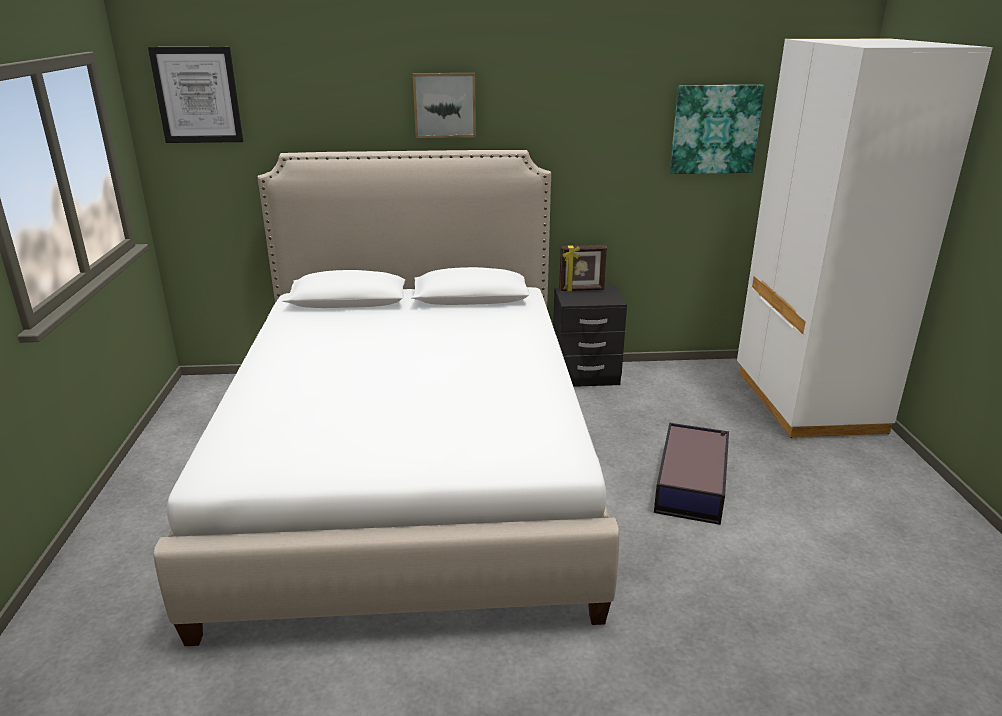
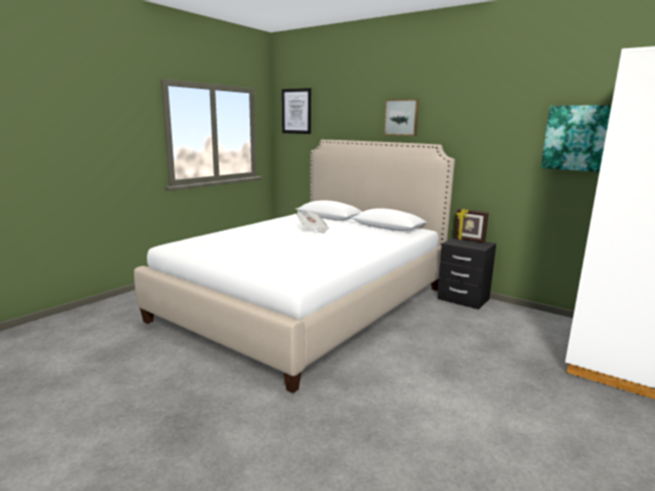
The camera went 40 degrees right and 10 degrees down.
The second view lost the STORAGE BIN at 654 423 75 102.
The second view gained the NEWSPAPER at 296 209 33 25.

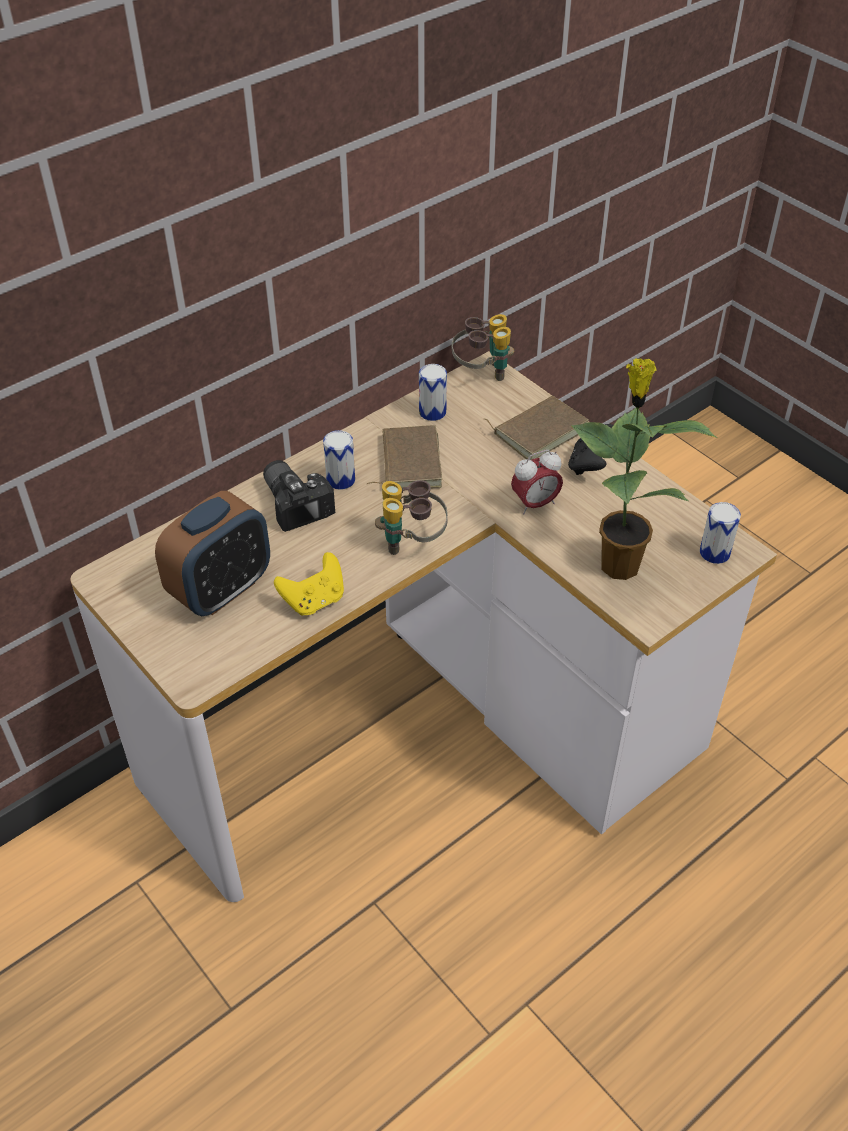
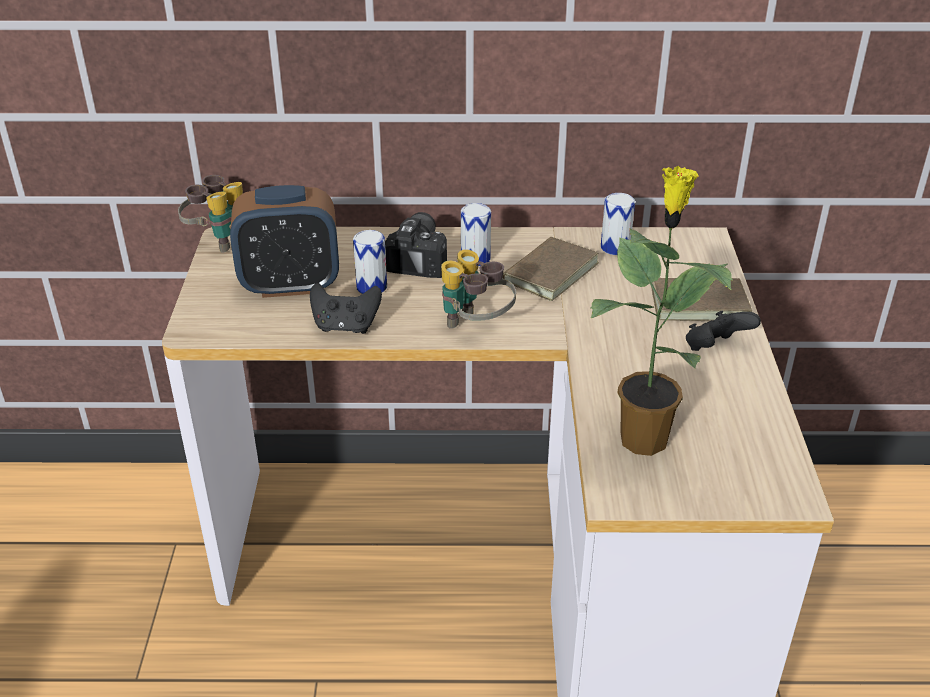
The camera went 40 degrees right and 10 degrees down.
The second view lost the TABLE CLOCK at 511 450 52 64.
The FIELD GLASSES ended up elsewhere, having gone from 452 314 62 67 to 178 175 65 78.
The METAL CAN ended up elsewhere, having gone from 700 502 41 62 to 353 230 34 64.
What was the YELLOW-COLOURED JOYPAD at 274 552 70 64 turned into the BLACKISH JOYPAD at 310 283 72 51.

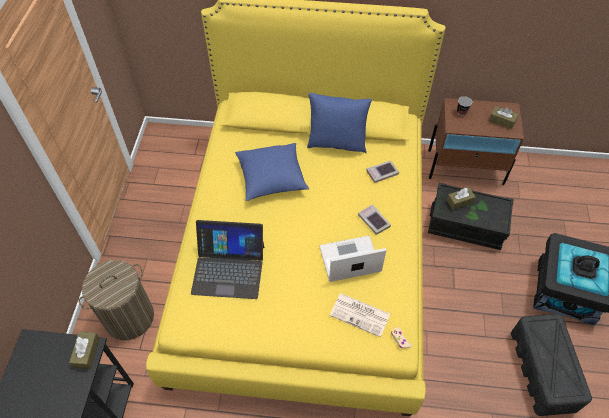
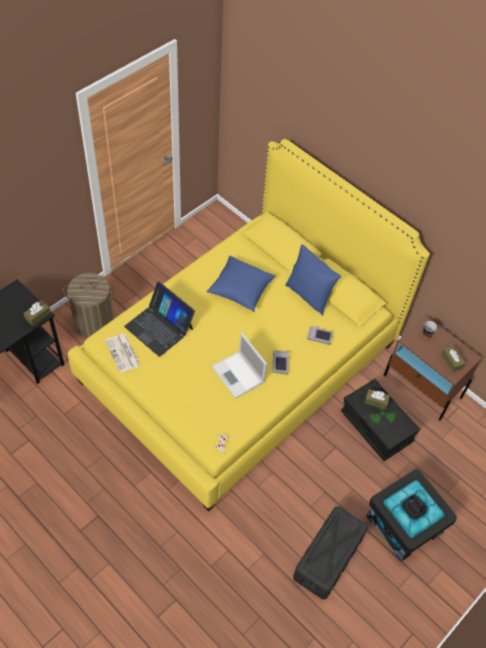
The camera went 35 degrees right and 0 degrees up.
The NEWSPAPER ended up elsewhere, having gone from 330 293 60 44 to 105 334 36 39.
The NOTEBOOK COMPUTER at 319 236 67 46 ended up facing another way, 150 degrees counterclockwise from before.

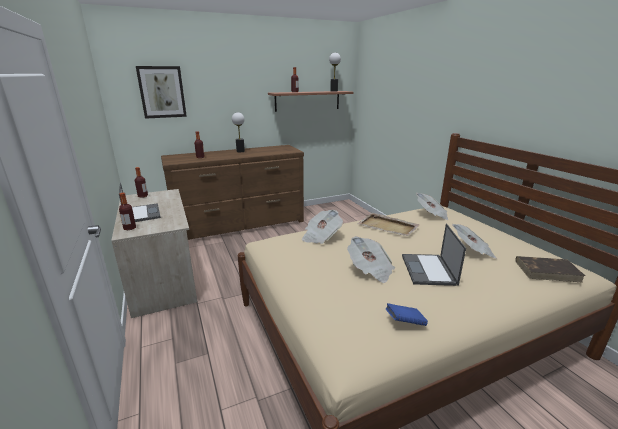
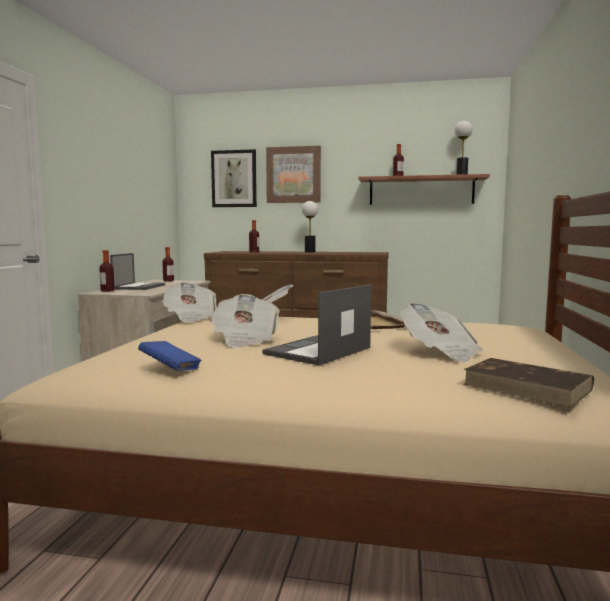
The camera went 35 degrees right and 15 degrees down.
The second view gained the WALL PICTURE at 266 146 55 57.
The NEWSPAPER ended up elsewhere, having gone from 416 193 32 27 to 162 282 55 40.

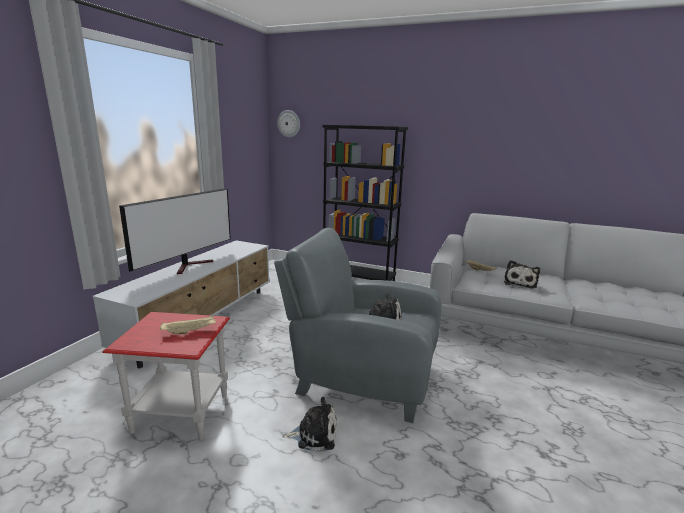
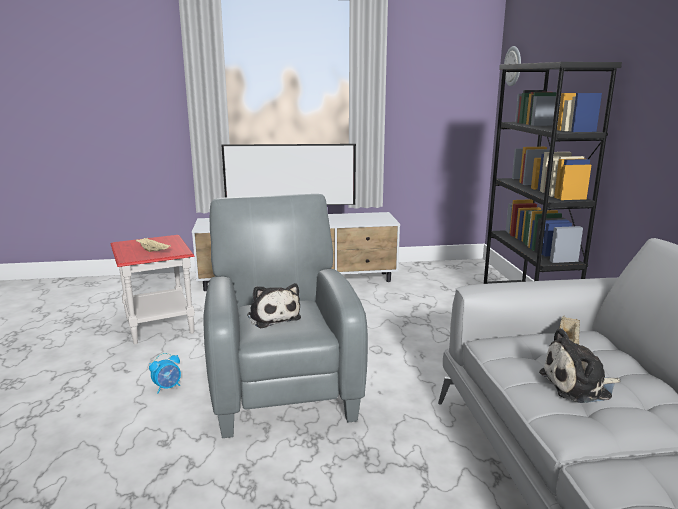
The camera went 60 degrees right and 0 degrees up.
Where the PLUSH TOY stood at 282 397 55 55, the TABLE CLOCK came to stand at 149 353 32 40.

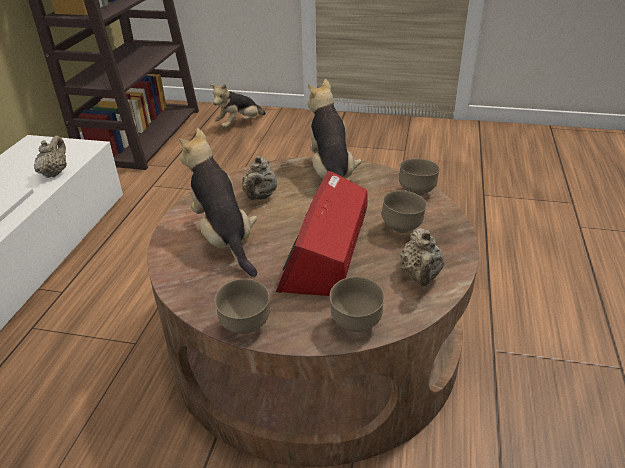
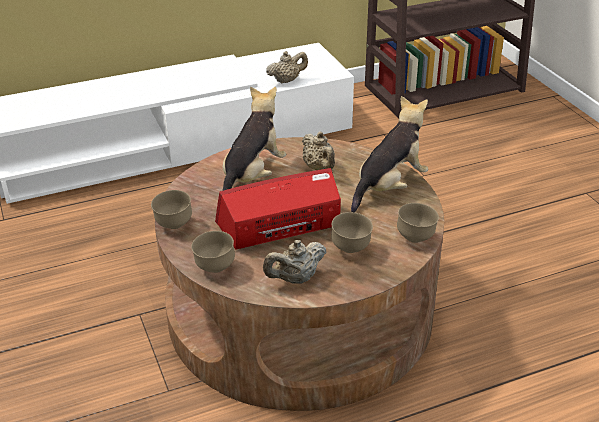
The camera went 55 degrees right and 0 degrees up.
The second view lost the PLUSH TOY at 210 84 56 44.
The SAND-COLOURED TEA POT at 242 156 35 44 ended up facing another way, 90 degrees counterclockwise from before.

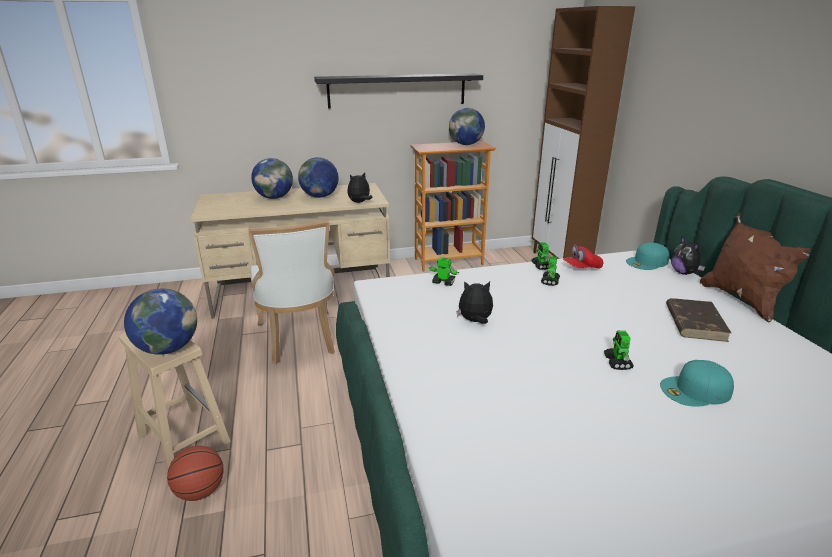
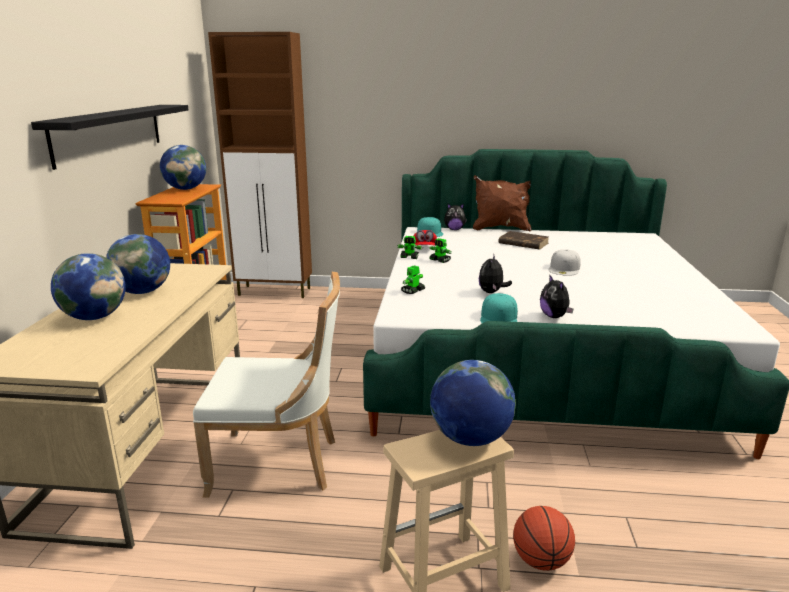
The camera went 70 degrees left and 5 degrees down.
The PLUSH TOY ended up elsewhere, having gone from 347 172 26 31 to 540 274 33 44.
The TURQUOISE CAP ended up elsewhere, having gone from 660 360 74 47 to 480 293 38 30.
Where the TOY ROBOT stood at 604 331 30 39, the WHITISH CAP came to stand at 549 249 32 27.

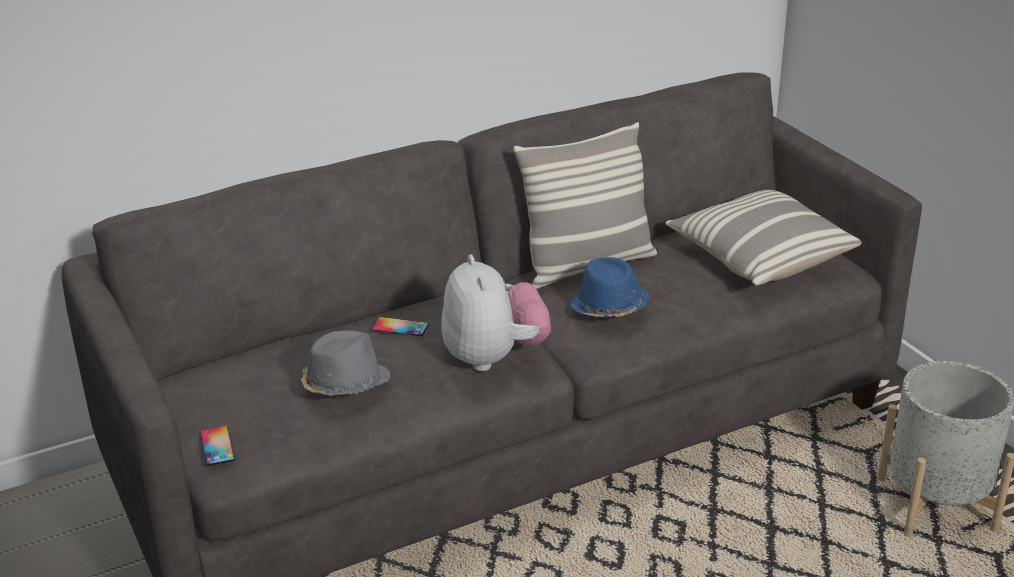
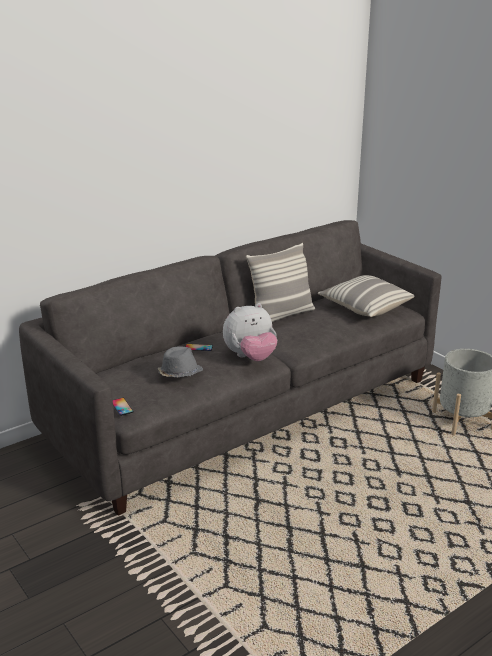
The camera went 10 degrees left and 5 degrees down.
The second view lost the BLUISH WEARABLE HAT at 570 257 79 60.
The PLUSH TOY at 441 254 110 117 ended up facing another way, 90 degrees clockwise from before.

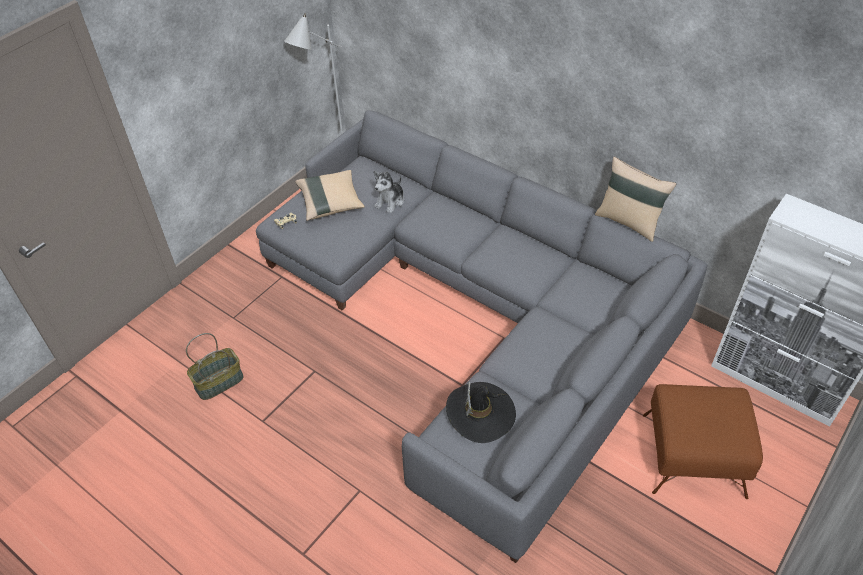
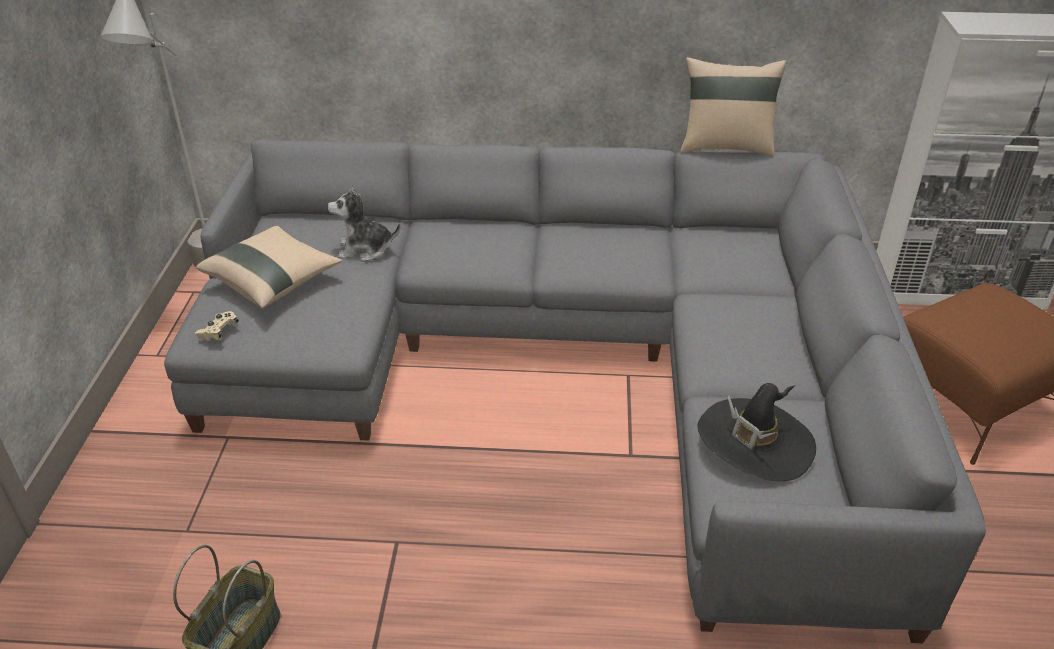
The camera went 35 degrees left and 10 degrees down.
The PLUSH TOY at 374 171 30 42 ended up facing another way, 90 degrees clockwise from before.

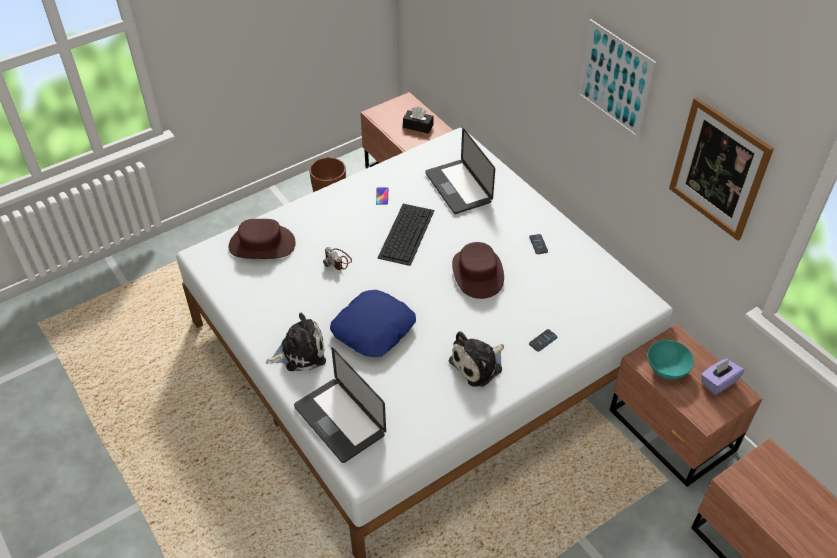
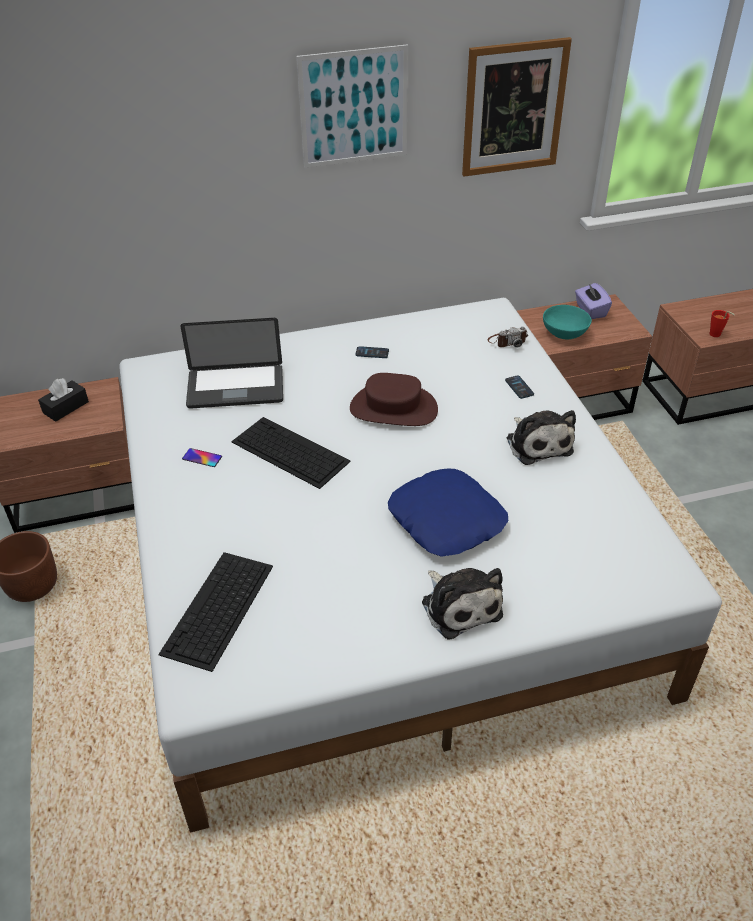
The camera went 70 degrees left and 5 degrees down.
The second view lost the NOTEBOOK COMPUTER at 294 347 92 116.
The second view gained the RED-COLOURED DRINKING CUP at 710 310 25 27.
The STILL CAMERA ended up elsewhere, having gone from 323 247 29 23 to 487 326 41 22.
Where the BROWN-COLOURED WEARABLE HAT stood at 229 219 67 40, the KEYBOARD came to stand at 158 552 115 120.
The PLUSH TOY at 265 313 61 58 ended up facing another way, 150 degrees clockwise from before.

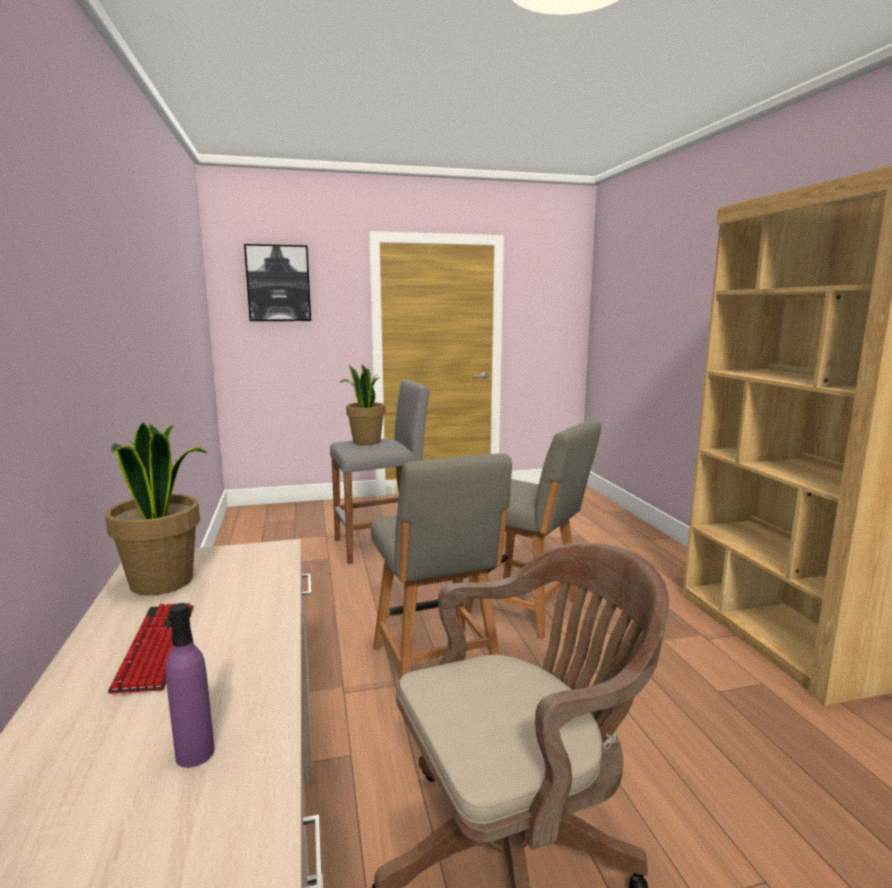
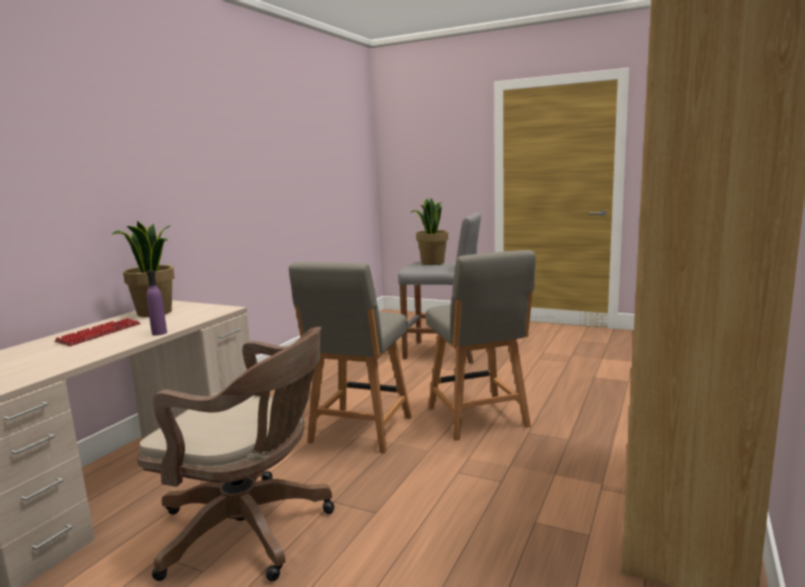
The camera went 40 degrees right and 0 degrees up.
The second view lost the WALL PICTURE at 244 244 67 77.
The PURPLE BOTTLE ended up elsewhere, having gone from 166 603 48 165 to 147 270 20 66.

